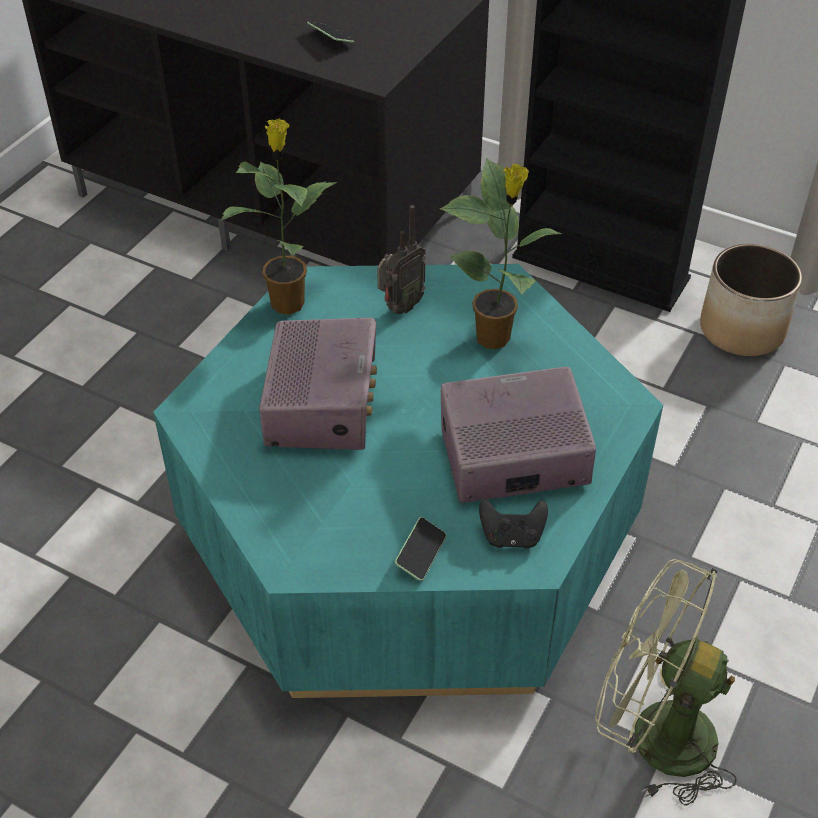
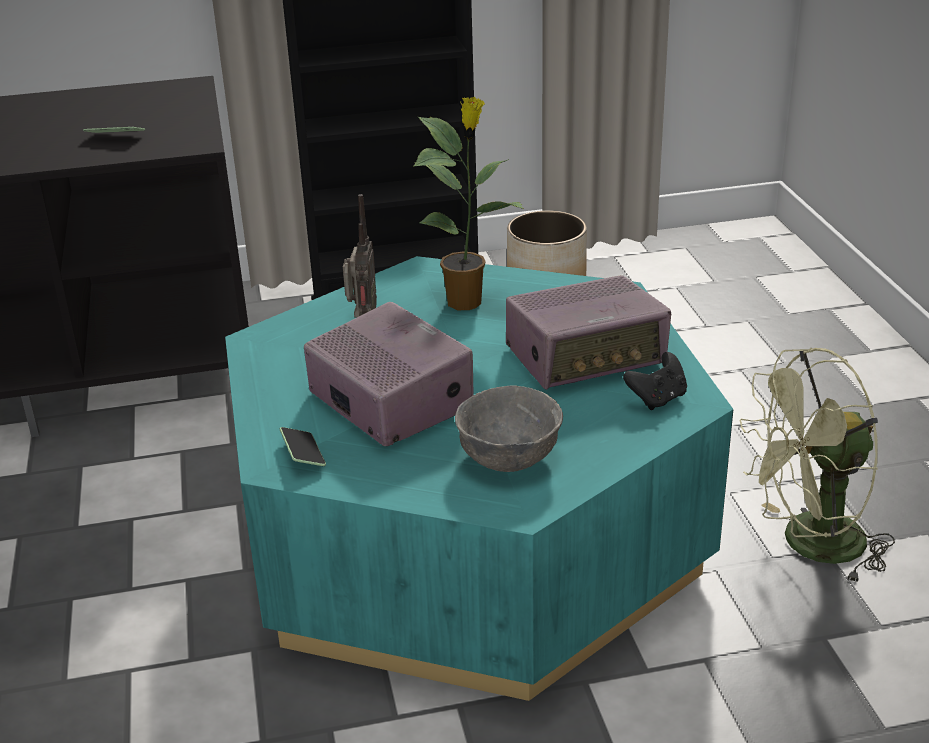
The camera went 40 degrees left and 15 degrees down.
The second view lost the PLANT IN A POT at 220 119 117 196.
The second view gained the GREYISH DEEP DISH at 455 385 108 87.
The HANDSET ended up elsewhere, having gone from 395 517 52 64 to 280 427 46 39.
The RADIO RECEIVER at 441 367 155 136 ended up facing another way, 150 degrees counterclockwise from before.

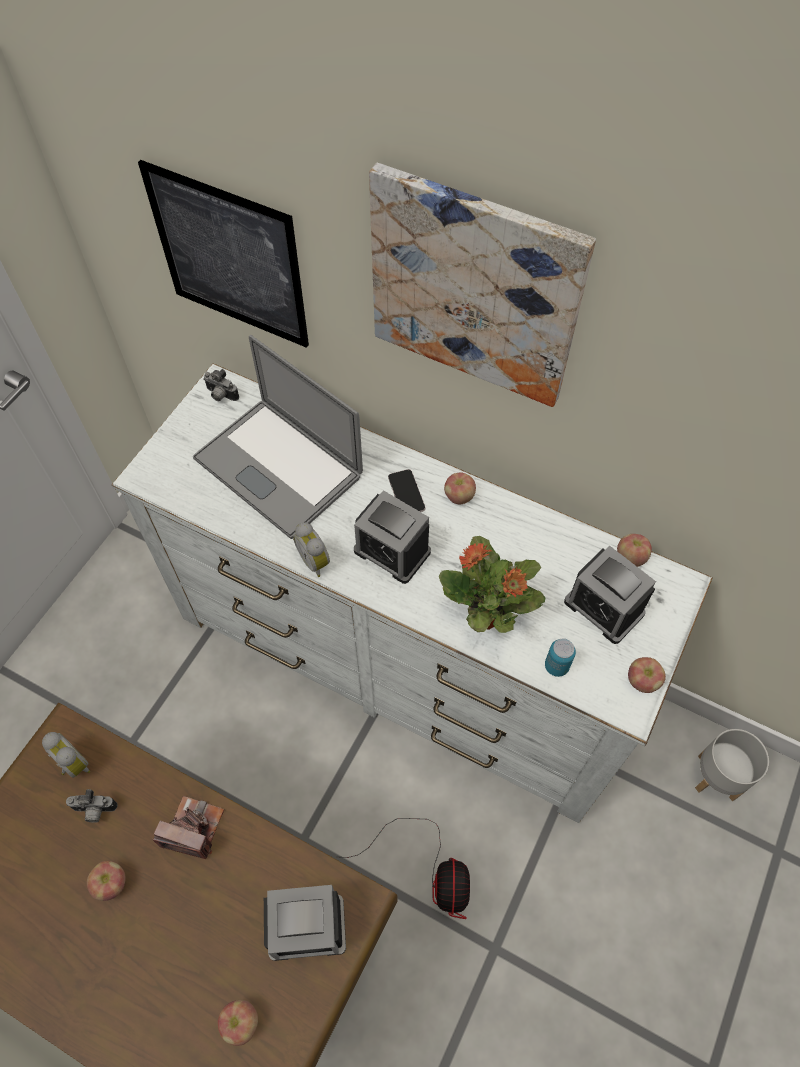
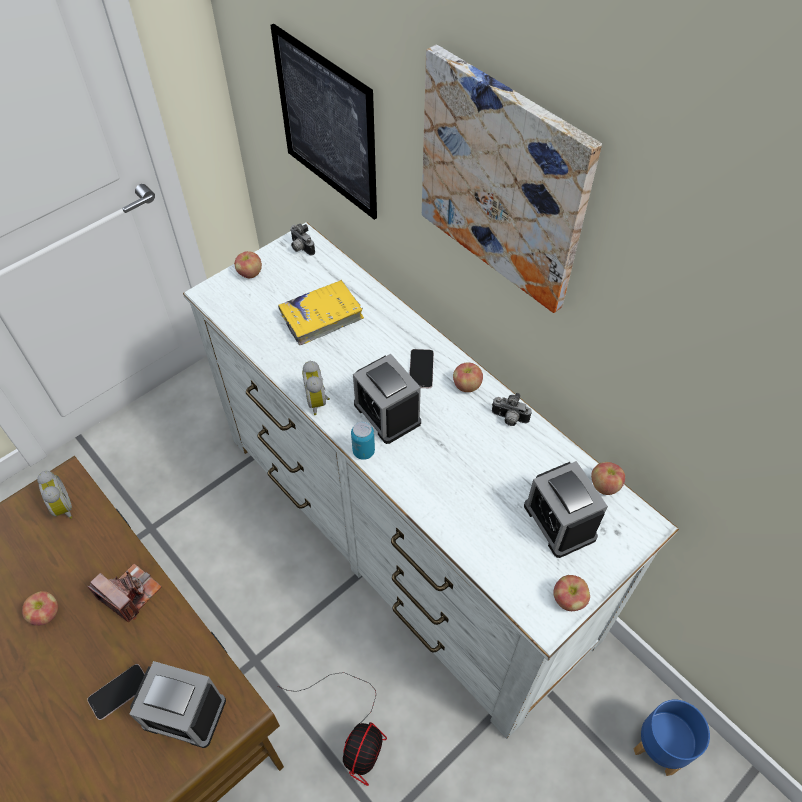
The camera went 20 degrees right and 5 degrees down.
The second view lost the PLANT IN A POT at 439 536 106 97.
The second view gained the HANDSET at 87 664 58 56.
The STILL CAMERA ended up elsewhere, having gone from 66 789 52 34 to 492 393 40 33.
The APPLE FRUIT ended up elsewhere, having gone from 218 1000 40 46 to 235 251 27 27.
The METAL CAN ended up elsewhere, having gone from 545 639 31 38 to 351 421 24 39.
Where the NOTEBOOK COMPUTER stood at 193 335 170 204, the YELLOW-COLOURED VOLUME came to stand at 278 280 86 65.
What was the GREYISH PLANTER at 695 729 74 72 turned into the BLUISH PLANTER at 634 700 76 76.

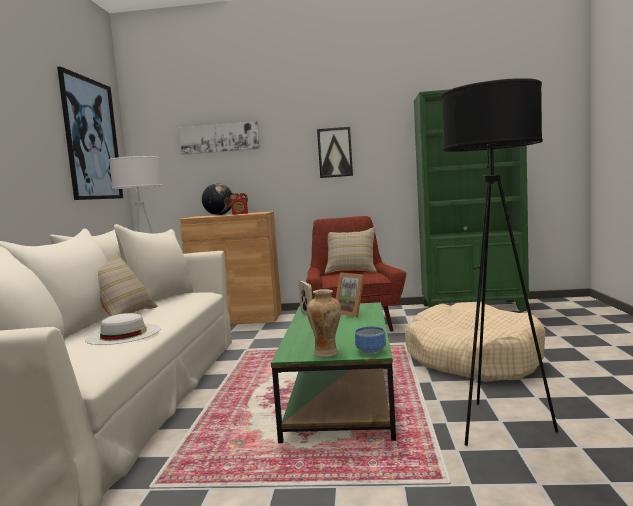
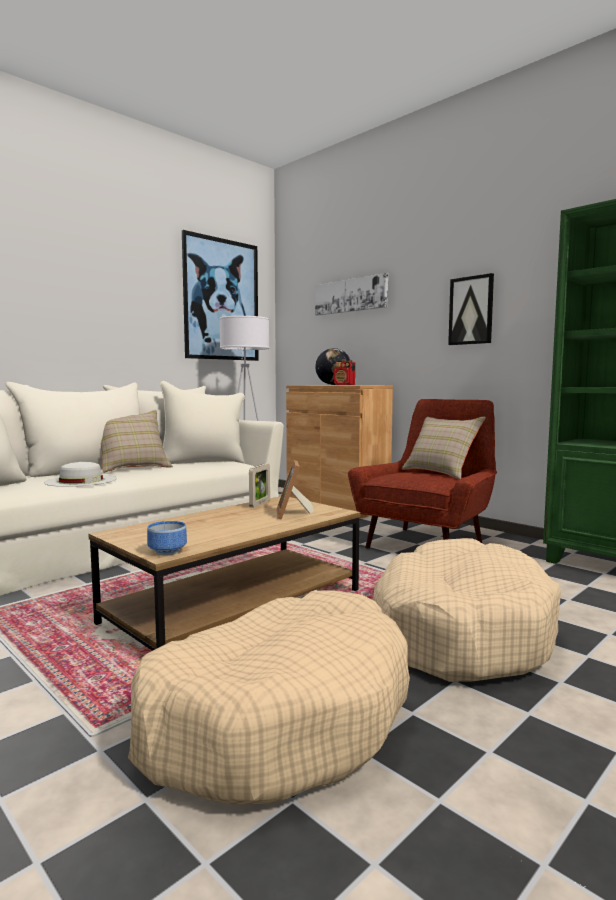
The camera went 40 degrees right and 0 degrees up.
The second view lost the DECORATIVE VASE at 307 289 34 68.
Where the BLACKISH STANDING LAMP stood at 442 78 116 368, the SAND-COLOURED DOG CUSHION came to stand at 128 590 282 215.
What was the GREEN-COLOURED COFFEE TABLE at 271 302 125 141 turned into the BROWN-COLOURED COFFEE TABLE at 89 496 271 155.

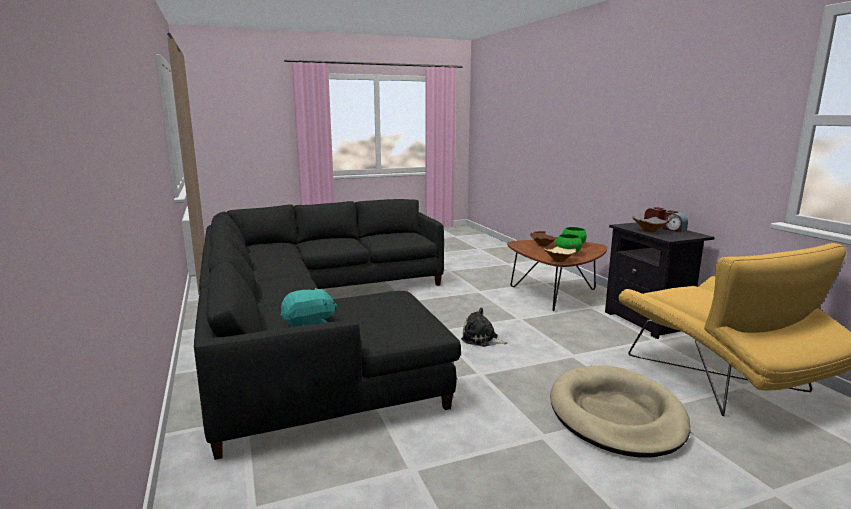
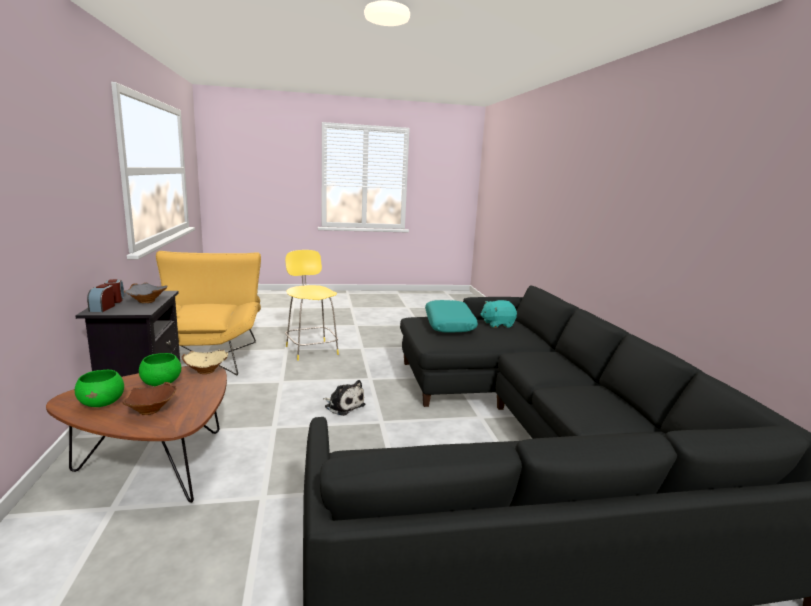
The camera went 170 degrees left and 0 degrees up.
The second view gained the TURQUOISE CUSHION at 425 300 53 33.
Where the SAND-COLOURED DOG CUSHION stood at 550 366 140 91, the YELLOW-COLOURED STOOL SEAT came to stand at 285 250 54 111.

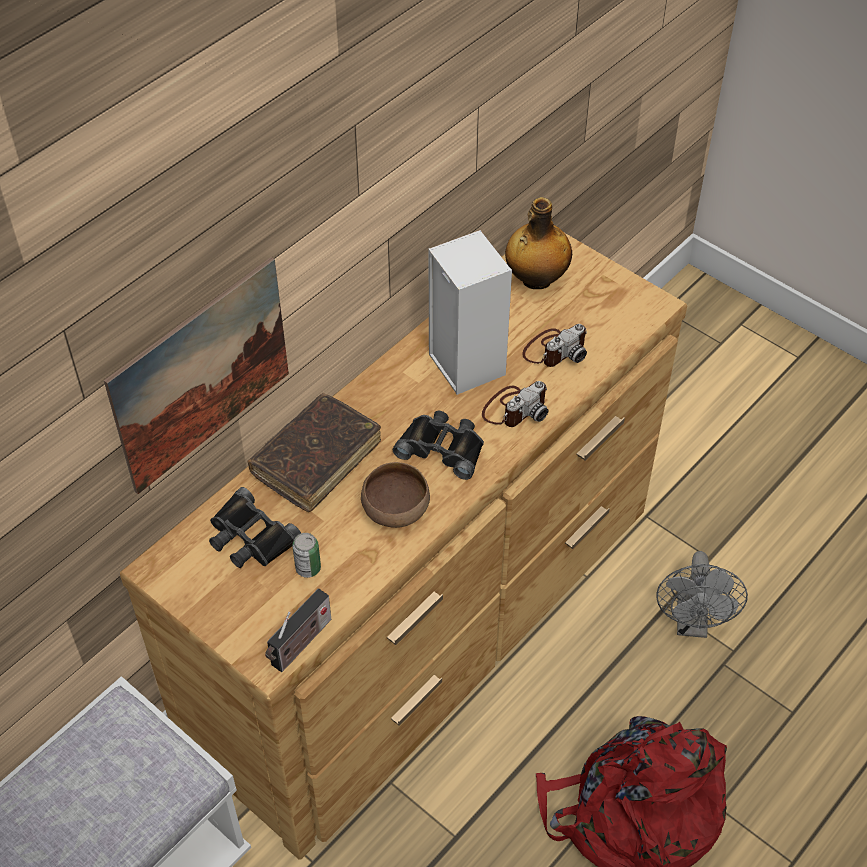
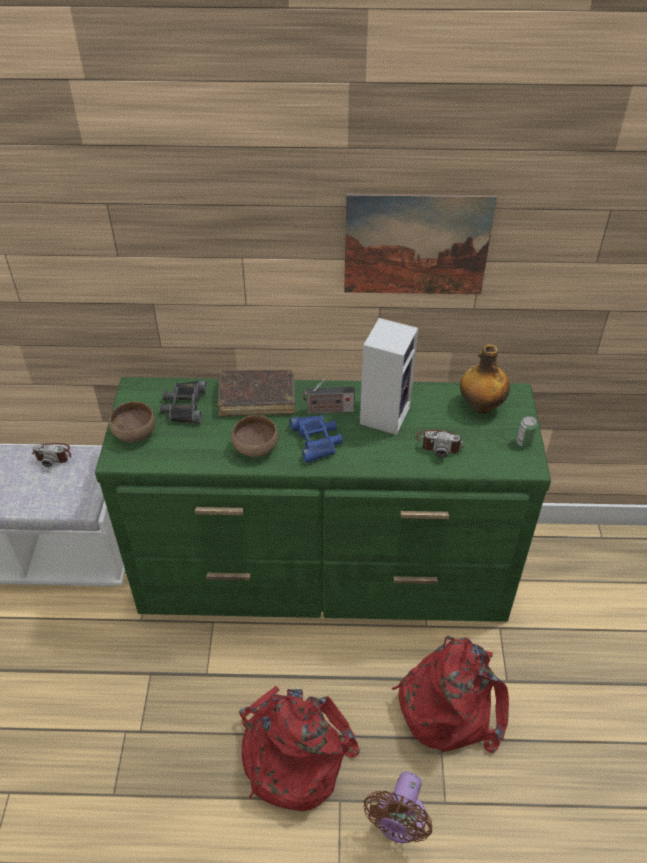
The camera went 50 degrees right and 5 degrees down.
The second view gained the BROWN-COLOURED DEEP DISH at 109 401 47 41.
The second view gained the BROWN-COLOURED FAN at 363 772 69 71.
The WALL PICTURE ended up elsewhere, having gone from 104 257 185 237 to 344 193 153 101.
The RADIO RECEIVER ended up elsewhere, having gone from 265 588 66 84 to 302 379 53 35.
The METAL CAN ended up elsewhere, having gone from 292 533 29 45 to 516 416 22 31.
The STILL CAMERA ended up elsewhere, having gone from 482 381 66 46 to 32 443 40 24.
Where the GREYISH FAN stood at 656 551 92 87, the RED-COLOURED RUCKSACK came to stand at 392 636 117 117.
What was the BROWN-COLOURED DRAWER CHEST at 120 233 567 627 turned into the GREEN-COLOURED DRAWER CHEST at 95 377 456 245.
What was the BLACKISH FIELD GLASSES at 393 411 91 69 turned into the BLUISH FIELD GLASSES at 290 415 53 48.

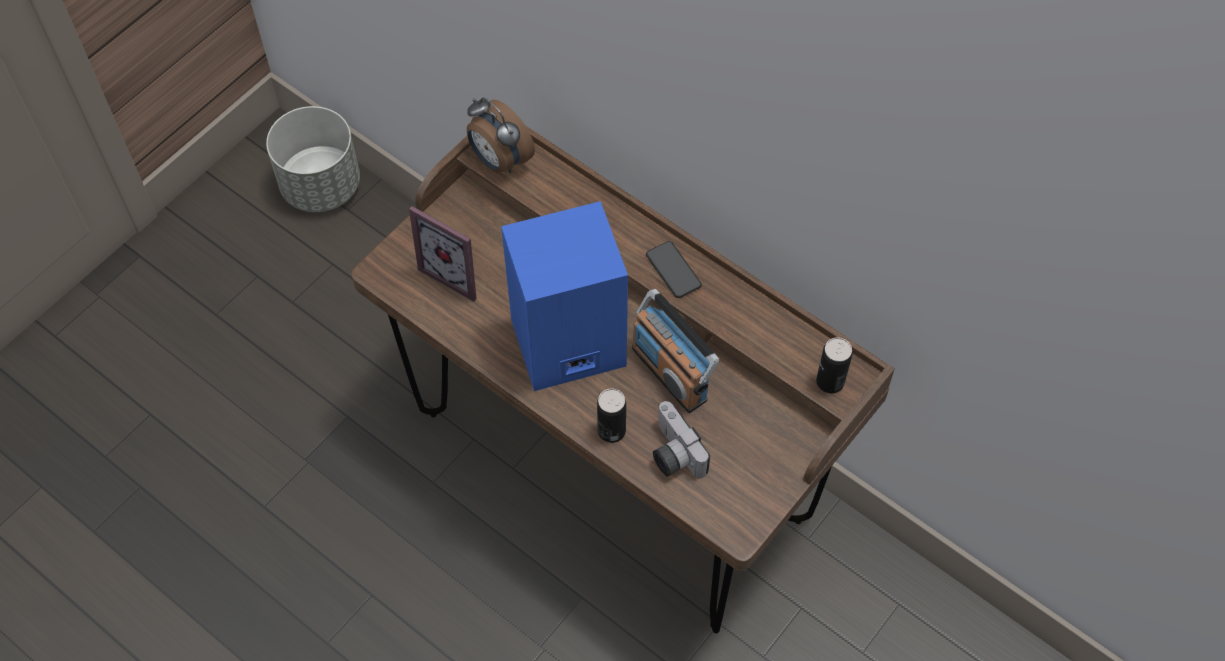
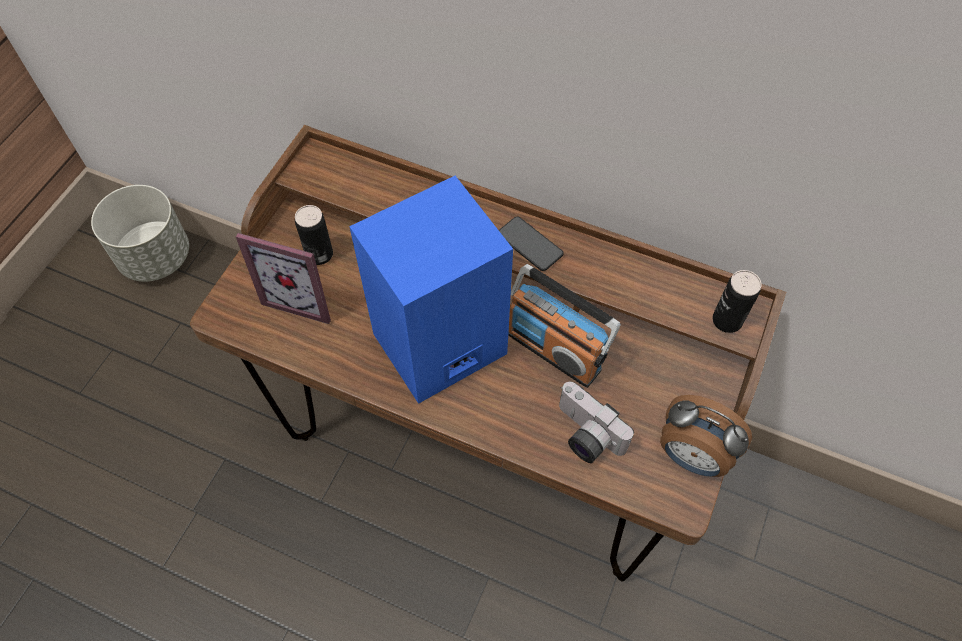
The camera went 15 degrees left and 0 degrees up.
The TABLE CLOCK ended up elsewhere, having gone from 467 98 68 75 to 660 395 92 82.
The METAL CAN ended up elsewhere, having gone from 597 388 29 55 to 295 205 38 60.

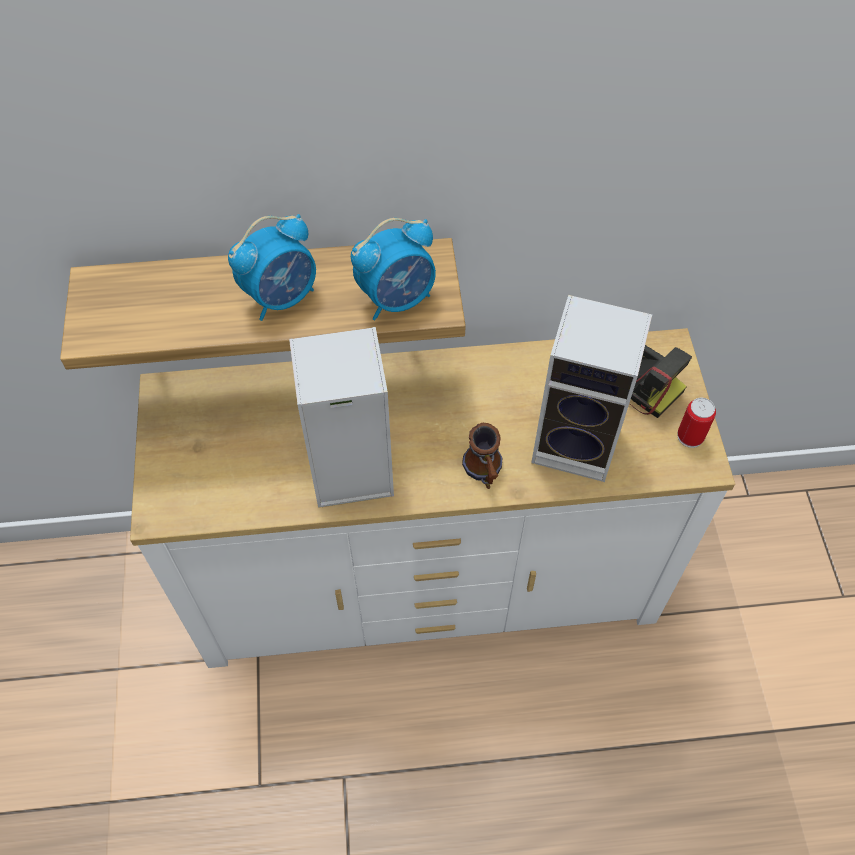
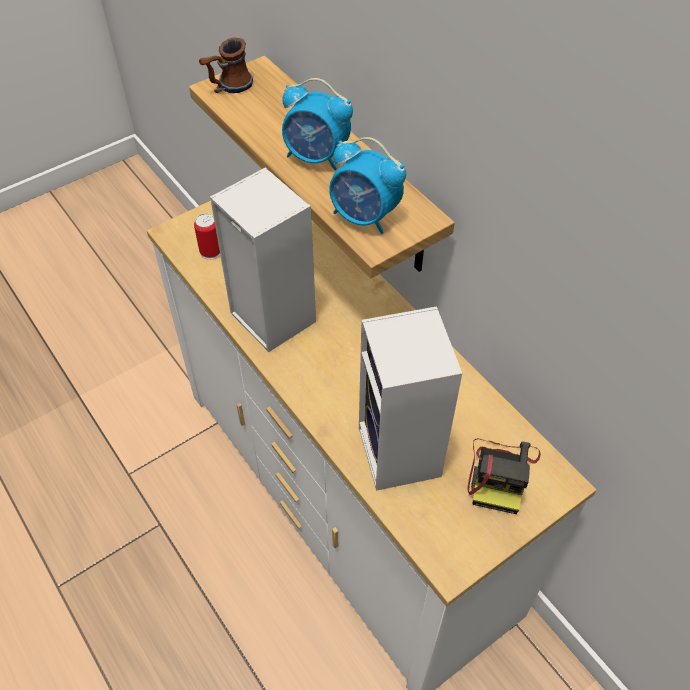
The camera went 60 degrees right and 5 degrees down.
The MUG ended up elsewhere, having gone from 462 423 40 66 to 199 38 54 55.
The METAL CAN ended up elsewhere, having gone from 678 398 38 50 to 194 213 26 47.

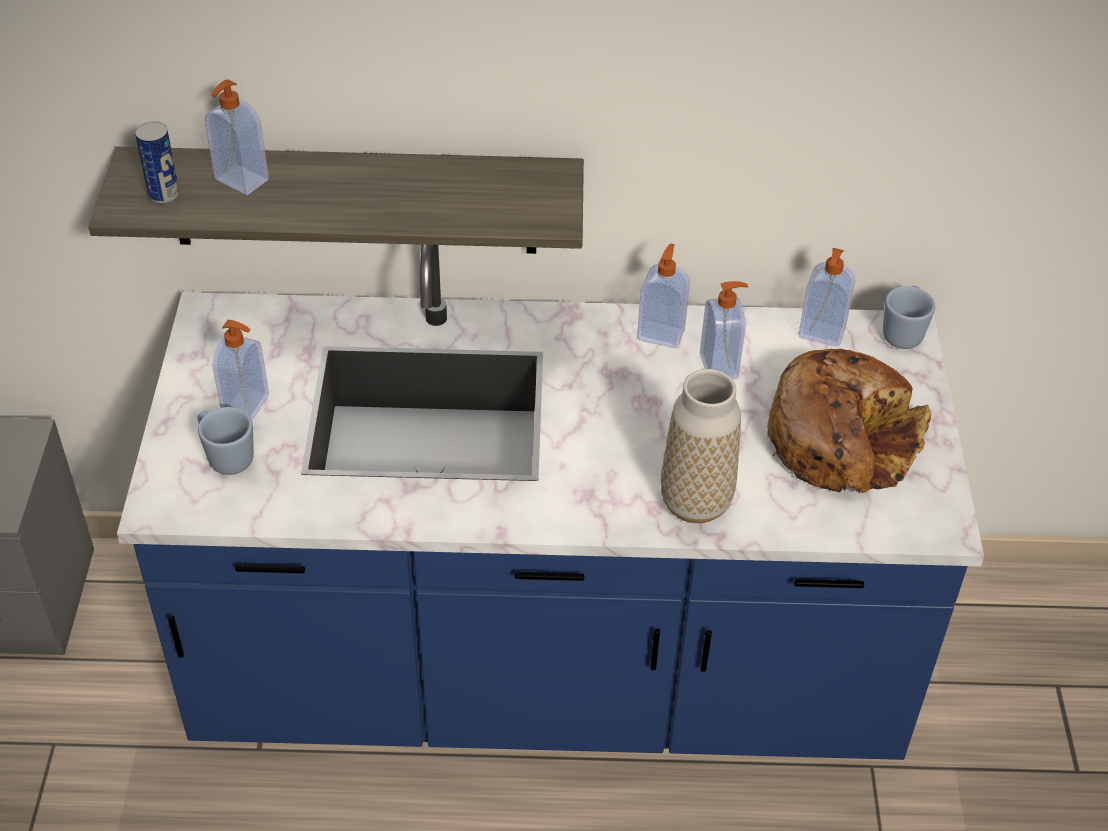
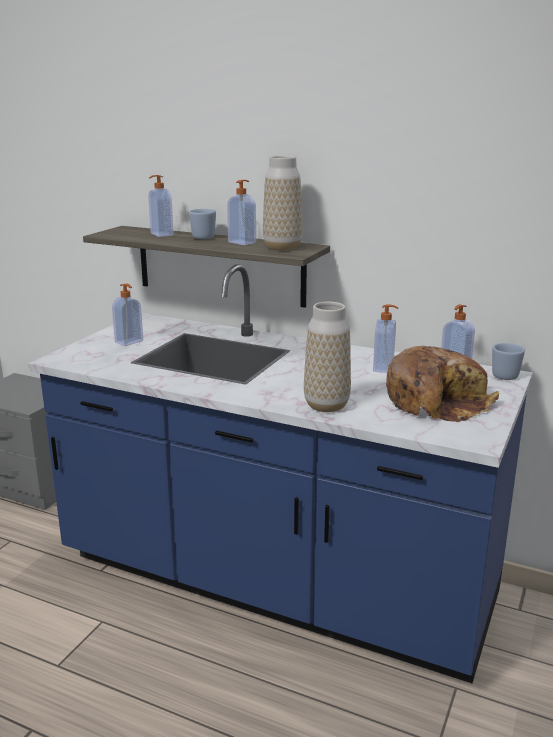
The camera went 25 degrees right and 25 degrees down.
The second view lost the METAL CAN at 135 121 45 84.
The second view gained the DECORATIVE VASE at 263 156 39 95.
The BLUISH MUG ended up elsewhere, having gone from 198 407 56 68 to 189 209 27 30.
The SOAP BOTTLE ended up elsewhere, having gone from 637 244 53 104 to 227 180 29 65.

